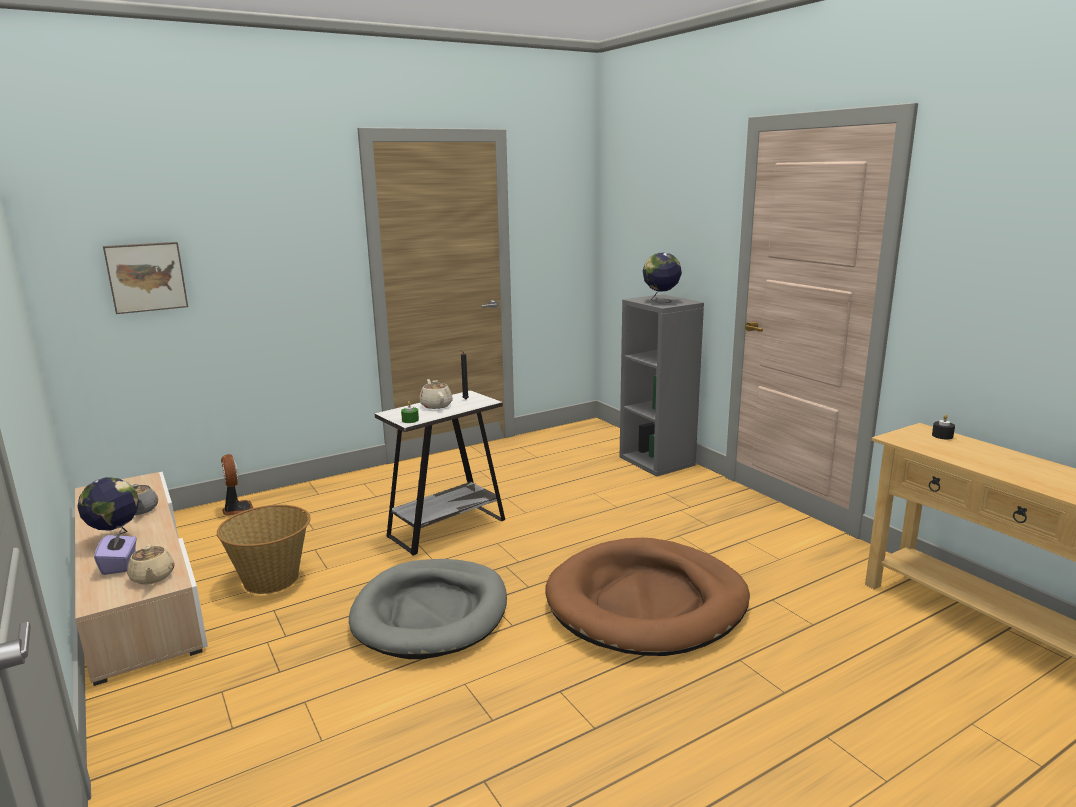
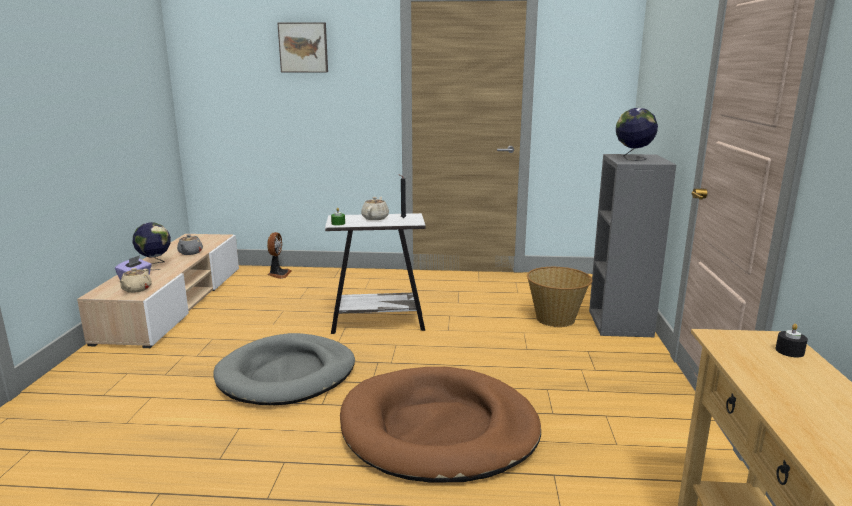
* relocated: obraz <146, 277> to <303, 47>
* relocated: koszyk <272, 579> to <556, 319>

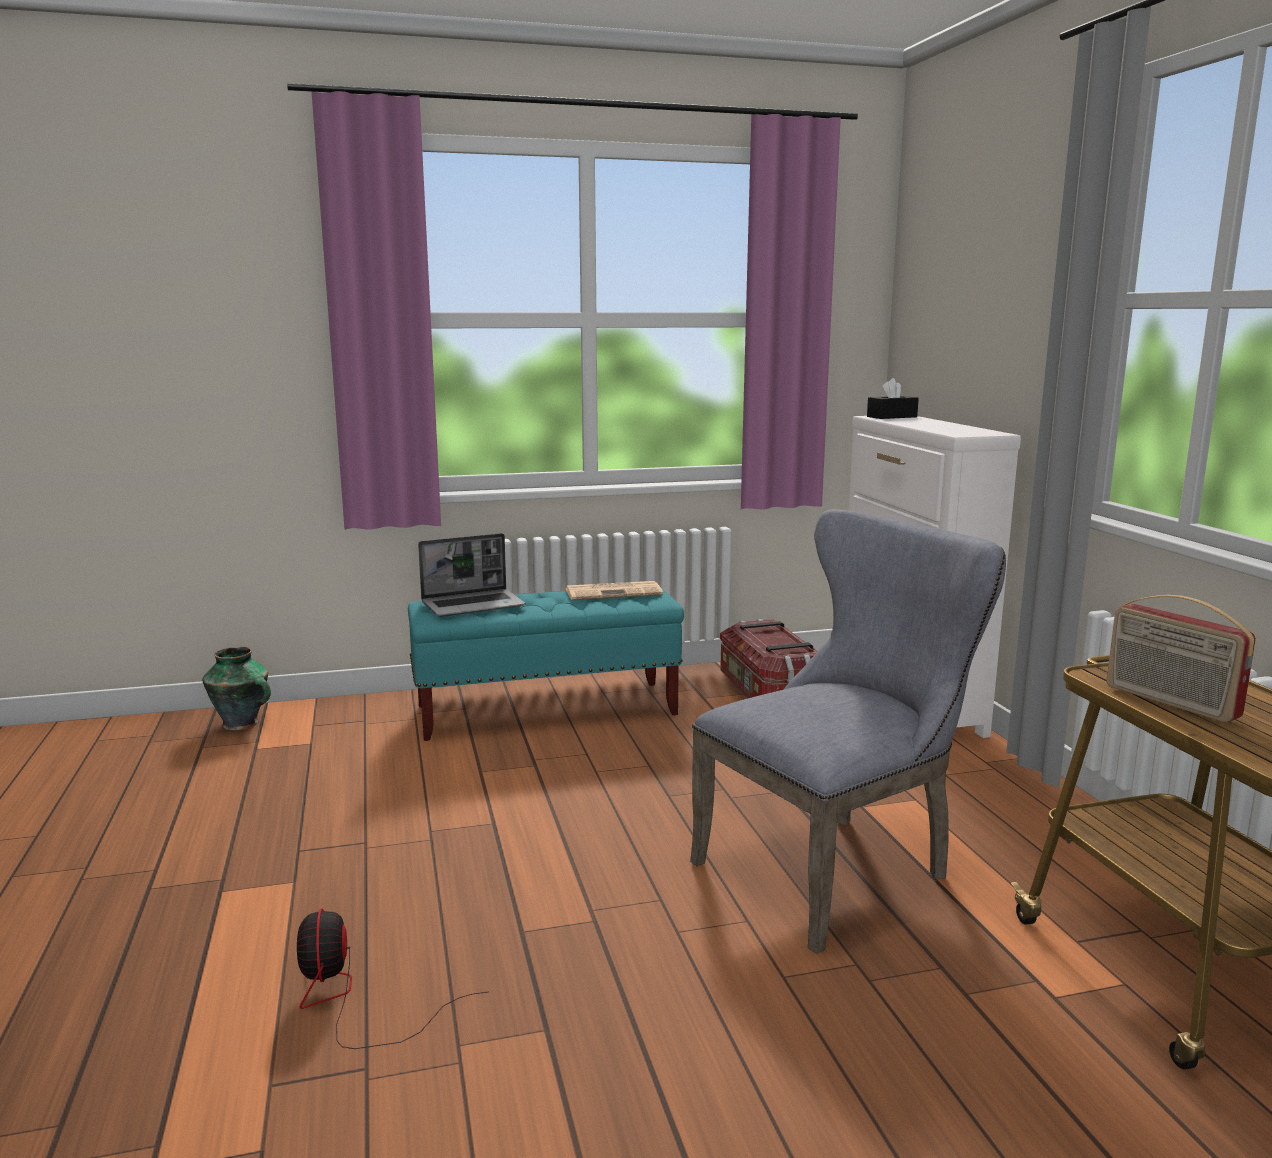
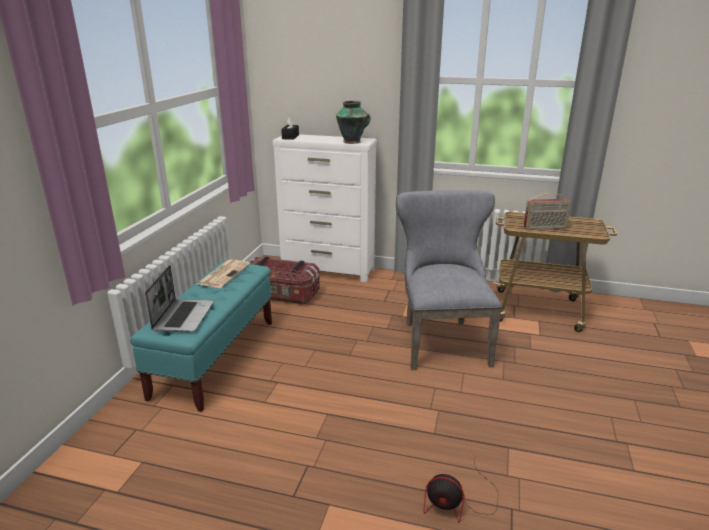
* relocated: wazon <242, 724> to <352, 142>

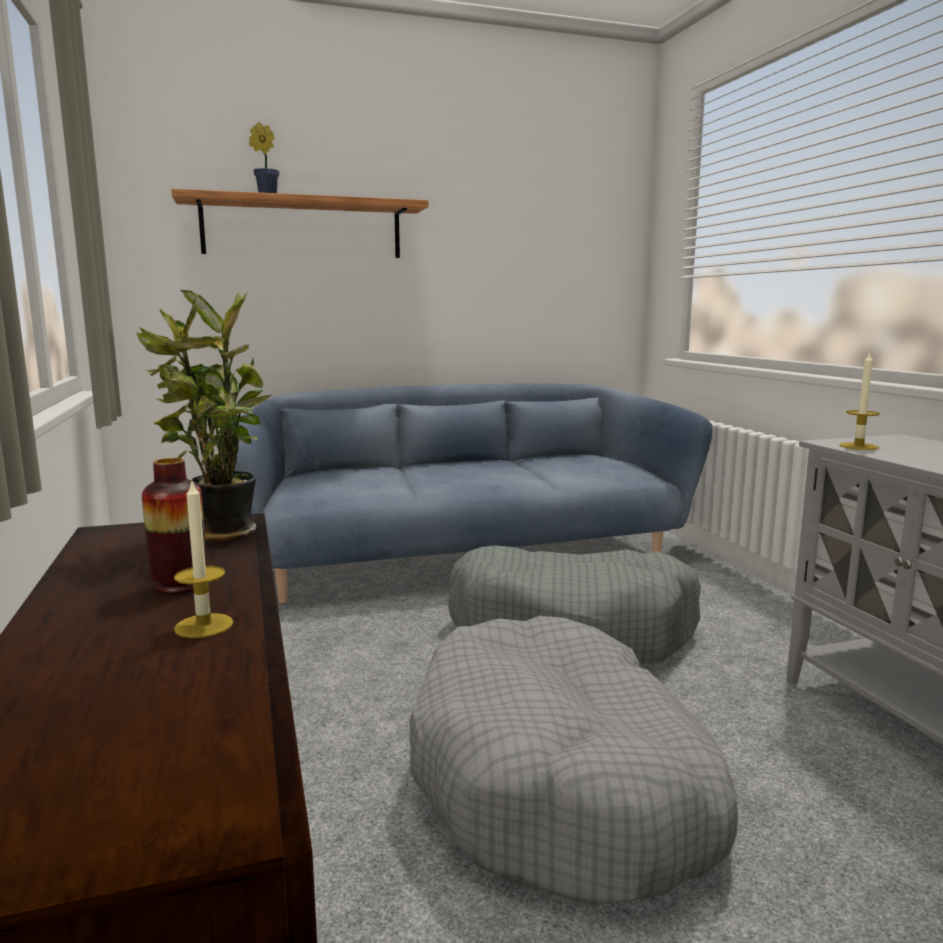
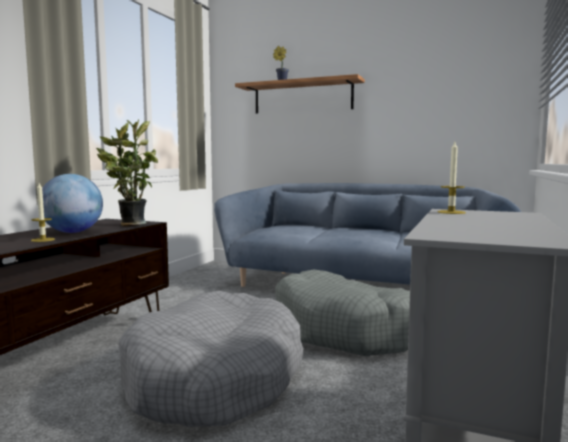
* exchanged: wazon <180, 585> to globus <73, 232>

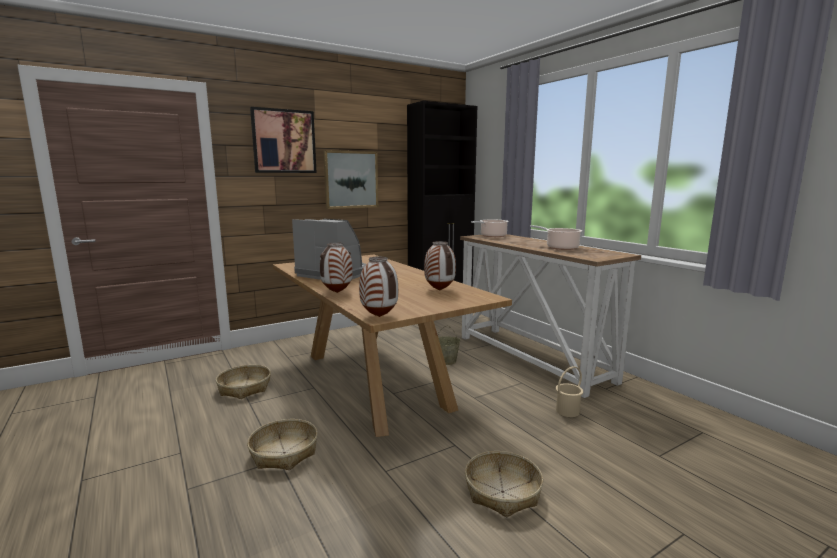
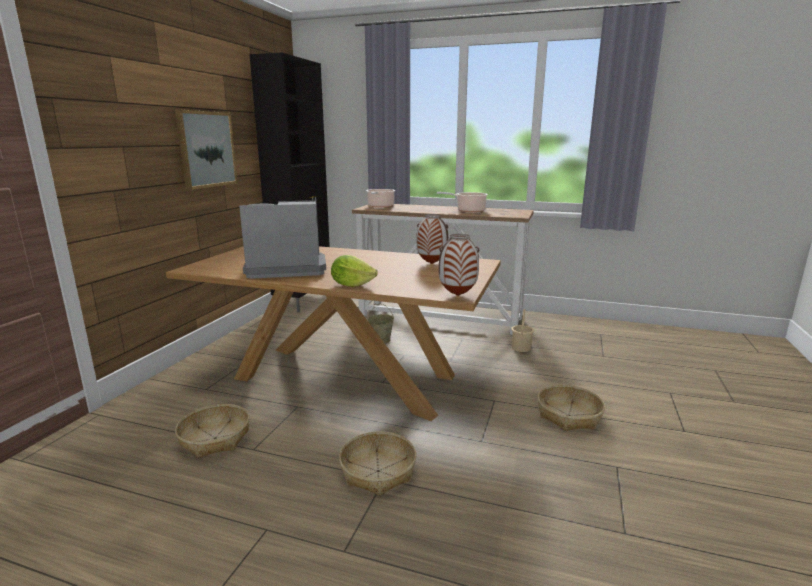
* missing: obraz <284, 141>
* exchanged: wazon <337, 292> to sałata <352, 285>

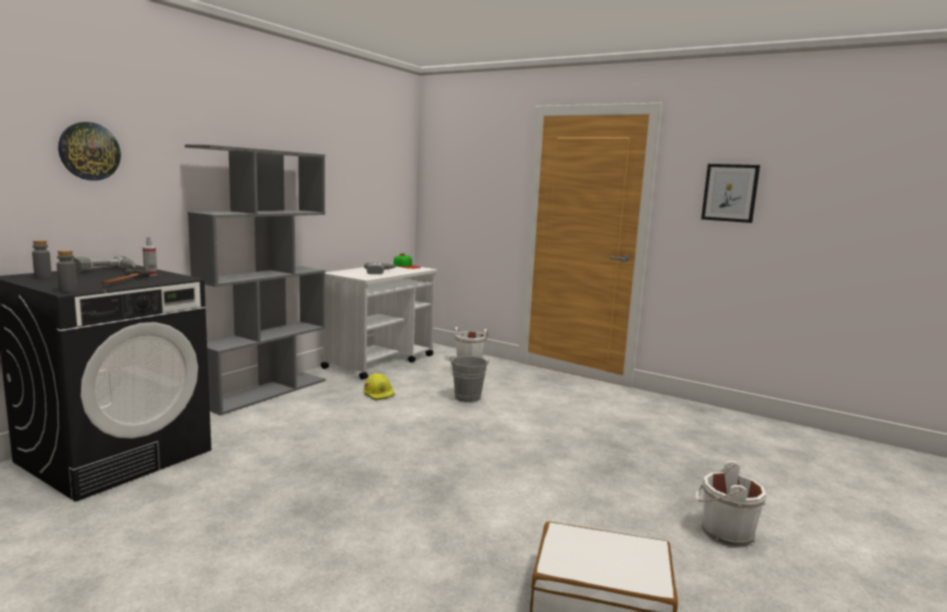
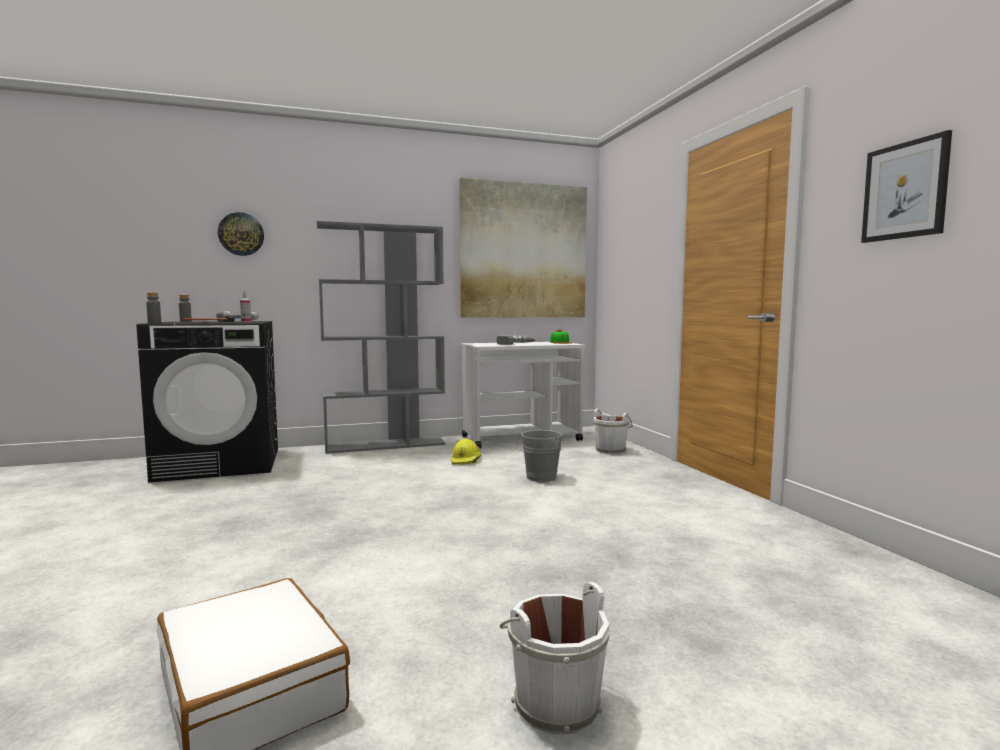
* appeared: obraz <523, 251>

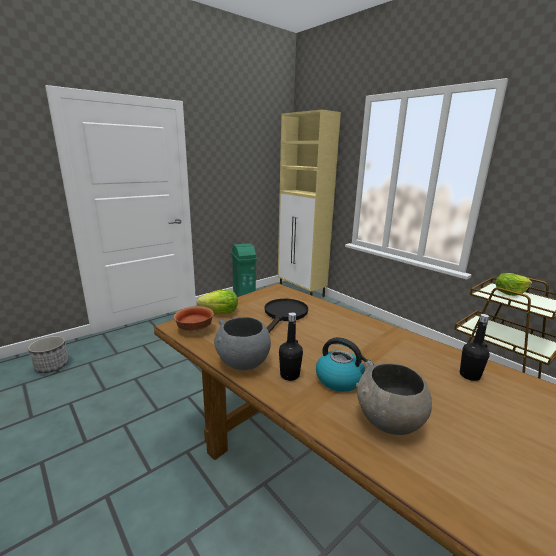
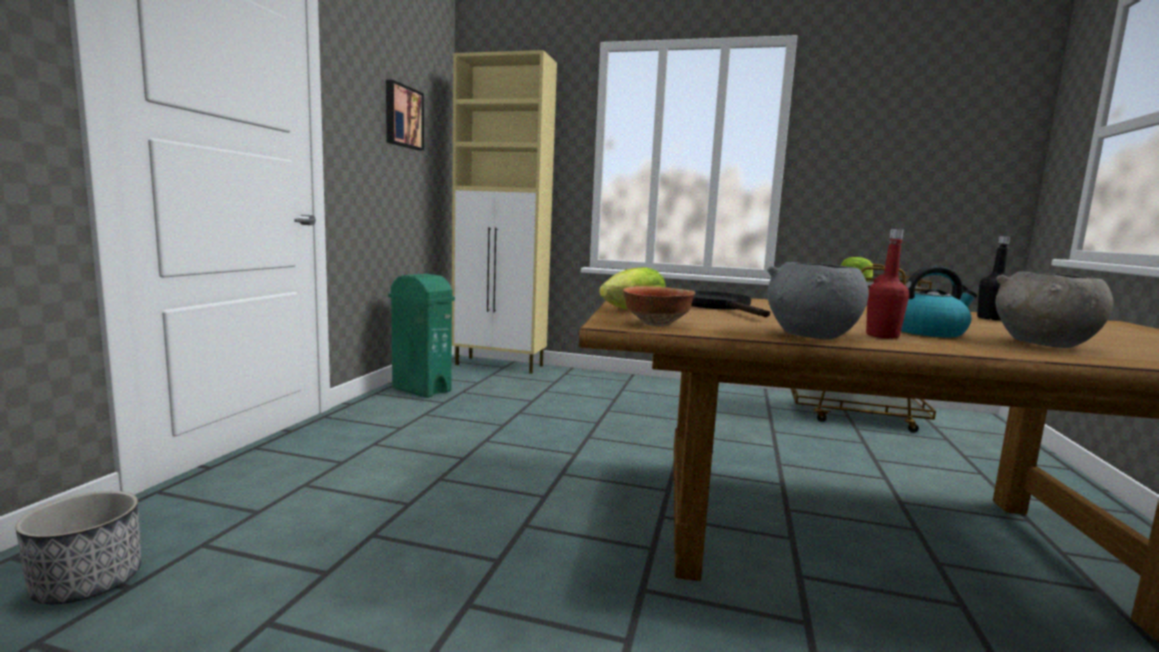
* colour: butelka (czarny) <289, 375> to butelka (czerwony) <882, 336>
* appeared: obraz <402, 117>

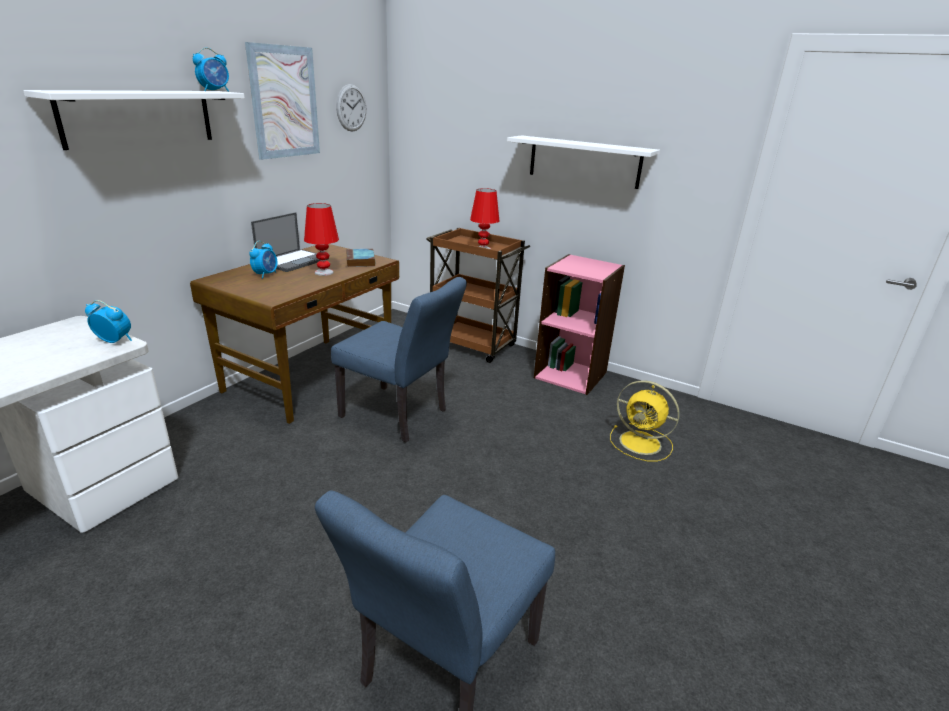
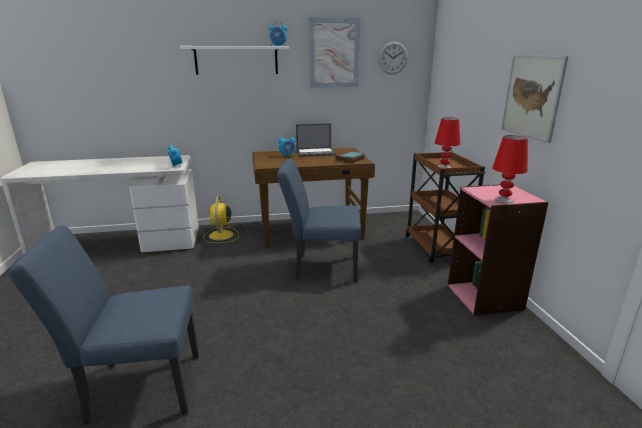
* relocated: lampa stołowa (czerwony) <324, 272> to <504, 200>
* spun: krzesło (niebieski) <400, 416> = <320, 267> 105 degrees clockwise
* exchanged: półka (biały) <584, 162> to obraz <531, 97>
* relocated: wentylator (żółty) <642, 443> to <221, 236>

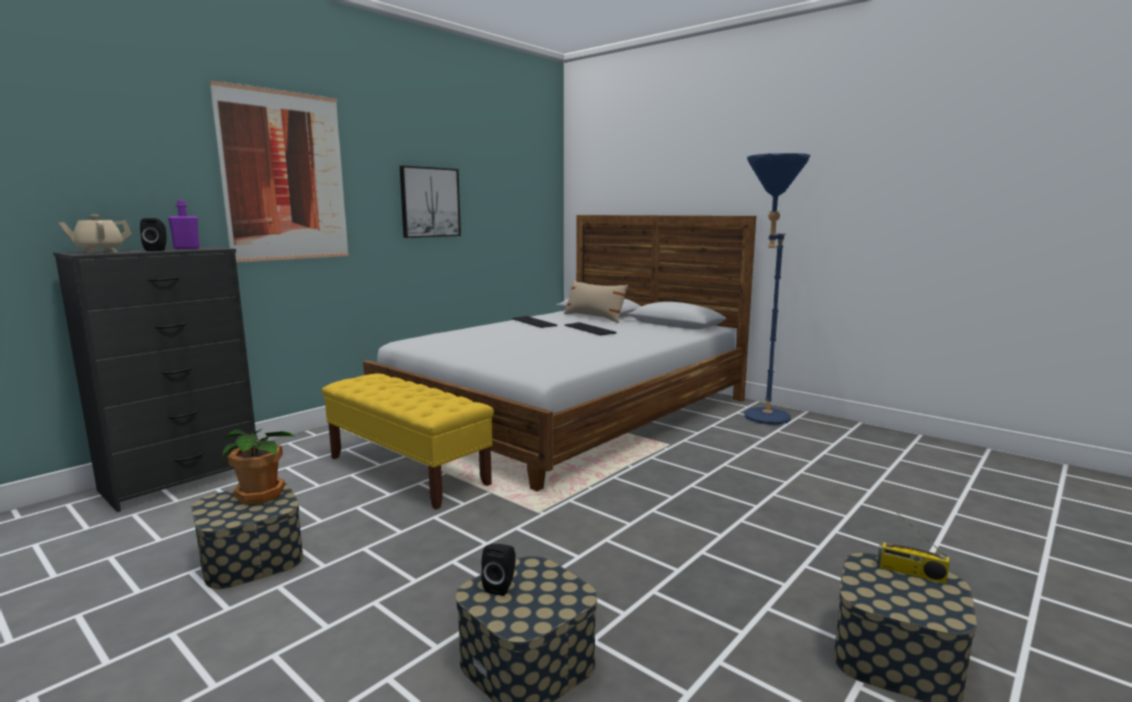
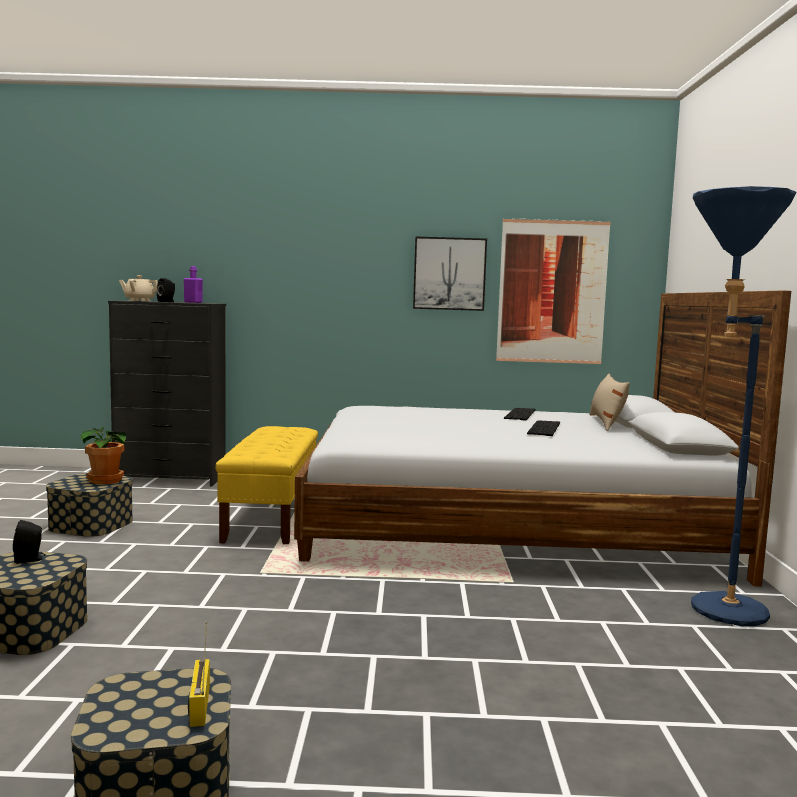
* relocated: obraz <285, 176> to <552, 291>

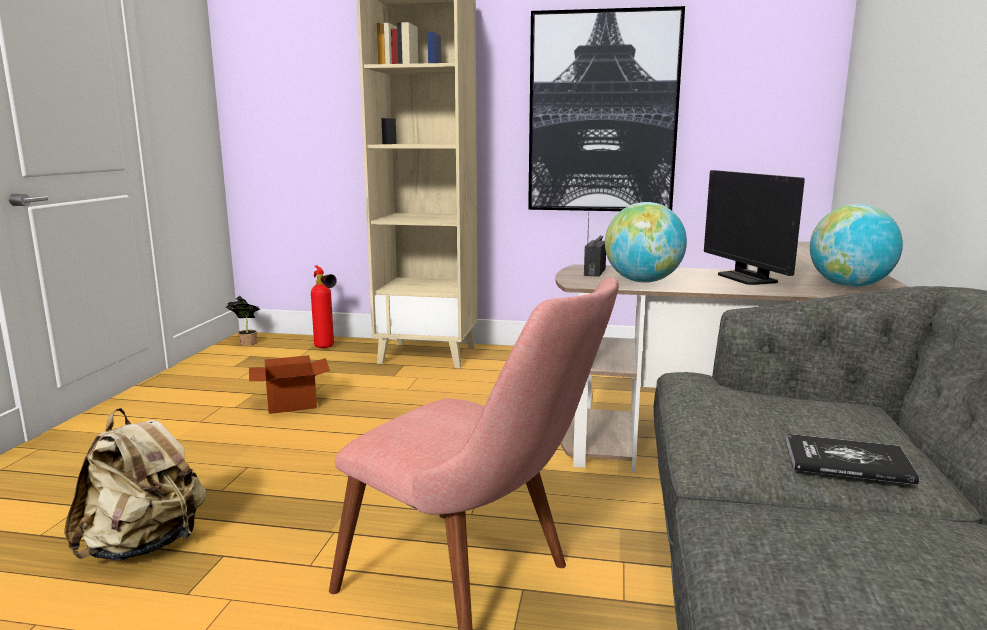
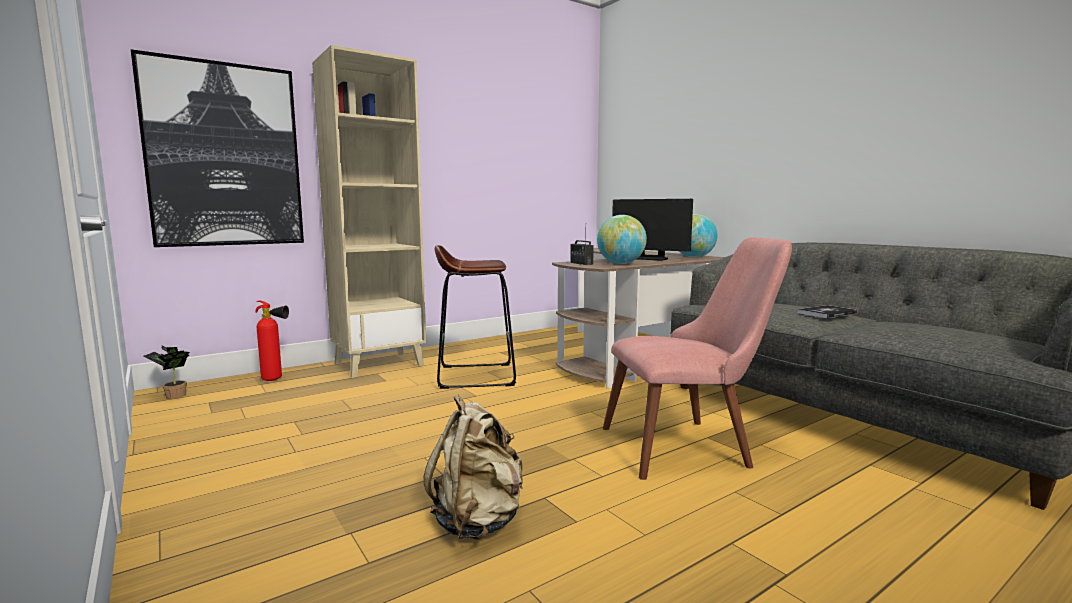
* missing: karton <292, 402>
* relocated: obraz <602, 113> to <225, 155>
* appeared: stołek (brązowy) <476, 376>

